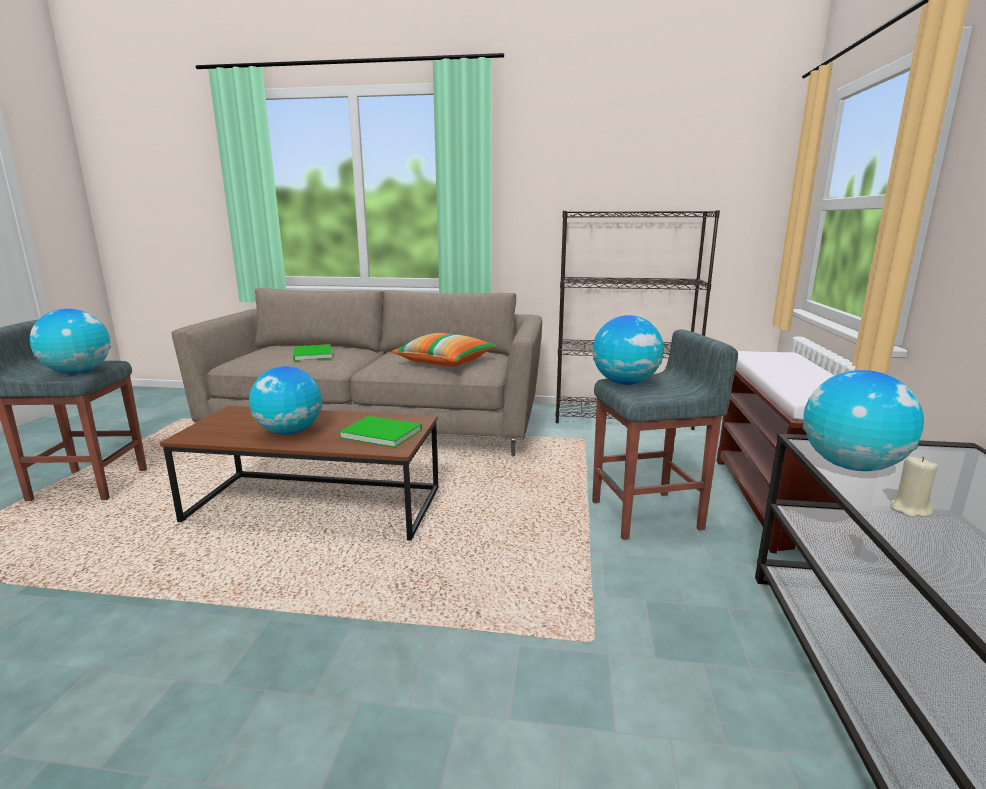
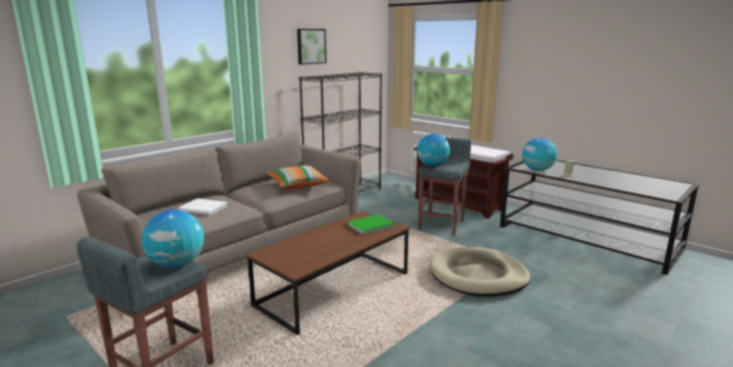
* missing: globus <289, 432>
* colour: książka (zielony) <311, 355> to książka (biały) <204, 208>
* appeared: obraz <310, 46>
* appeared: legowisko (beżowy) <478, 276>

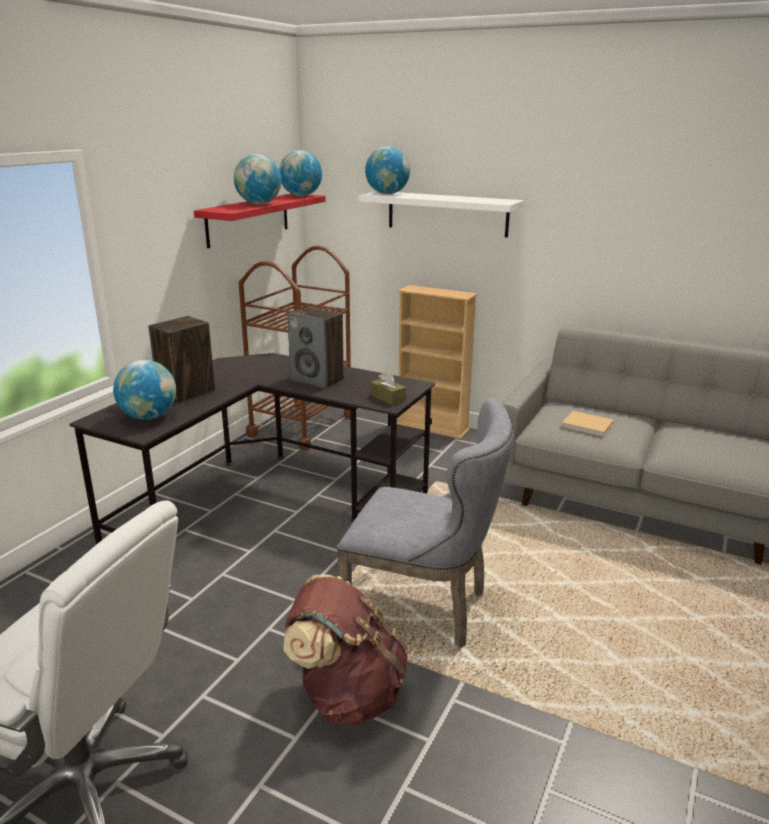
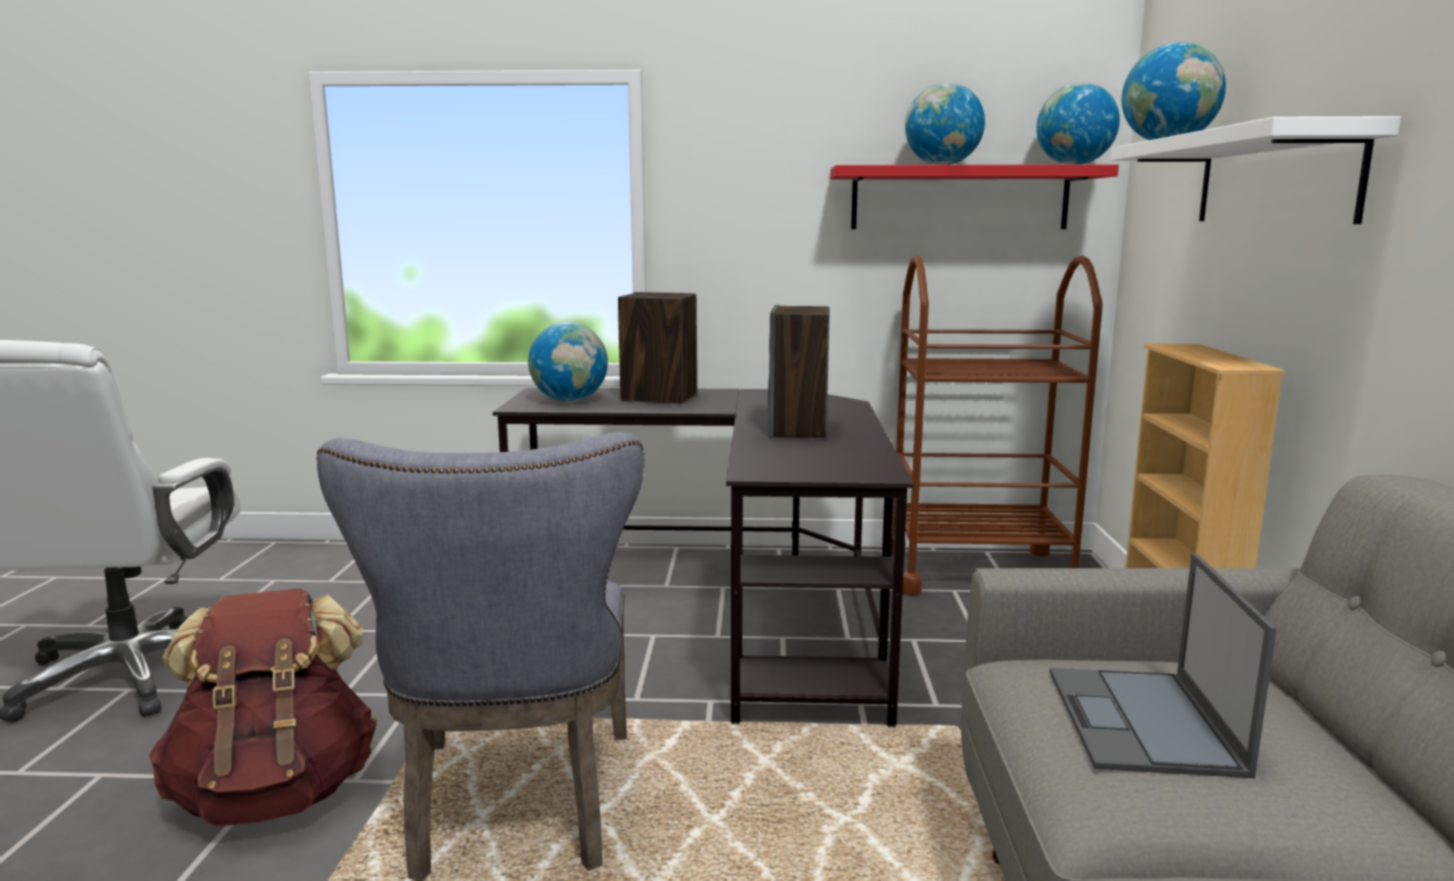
* missing: pudełko chusteczek (brązowy) <388, 398>
* exchanged: książka (beżowy) <588, 426> to laptop <1144, 722>

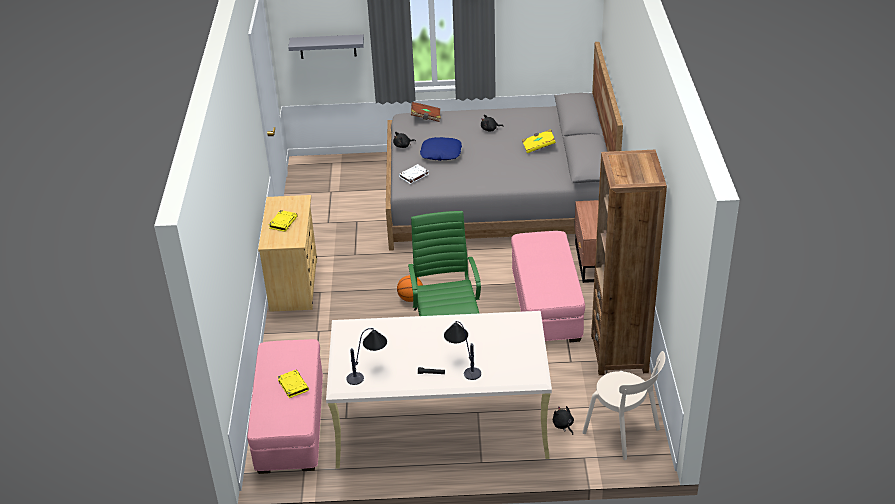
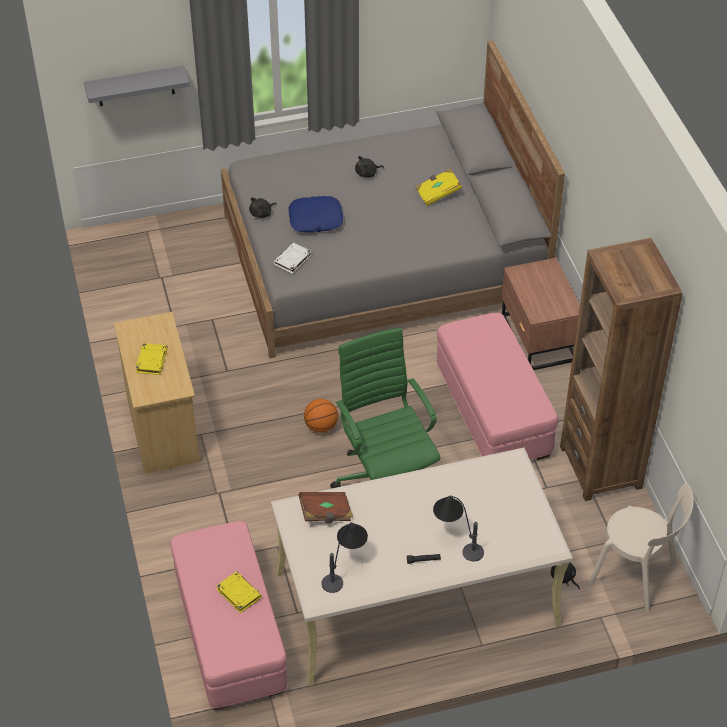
* relocated: książka (brązowy) <426, 117> to <326, 513>

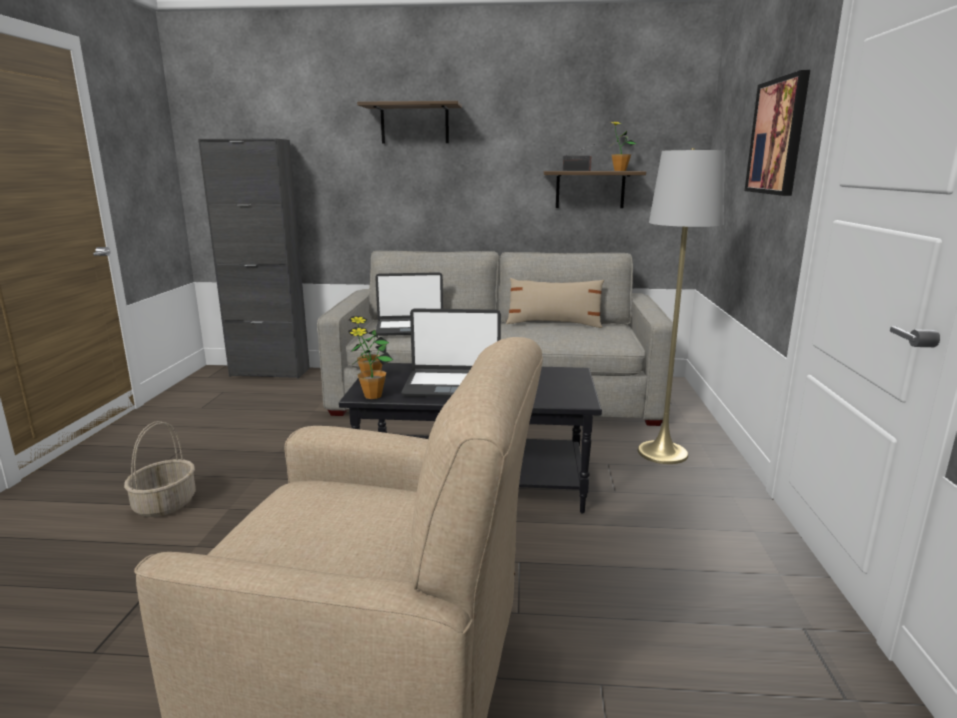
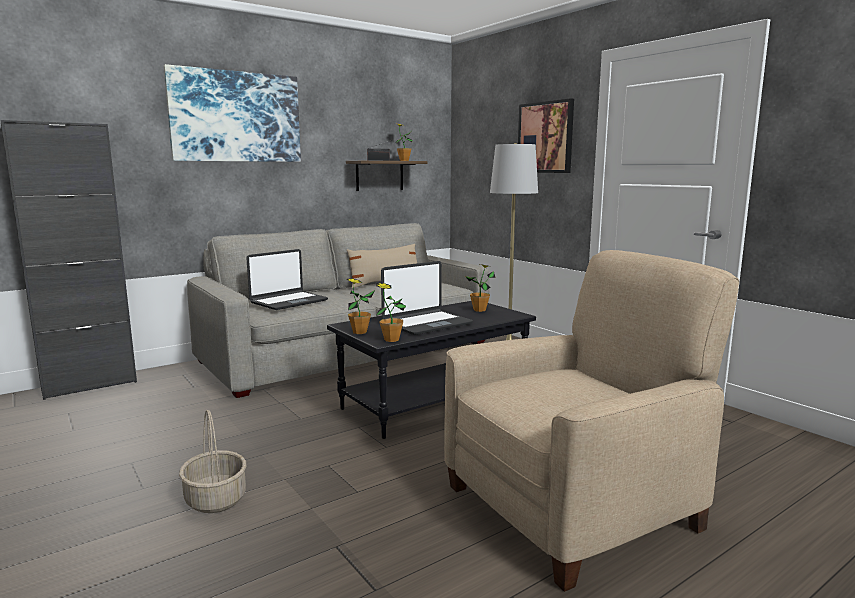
* exchanged: półka <414, 124> to obraz <236, 117>
* appeared: roślina doniczkowa <479, 310>

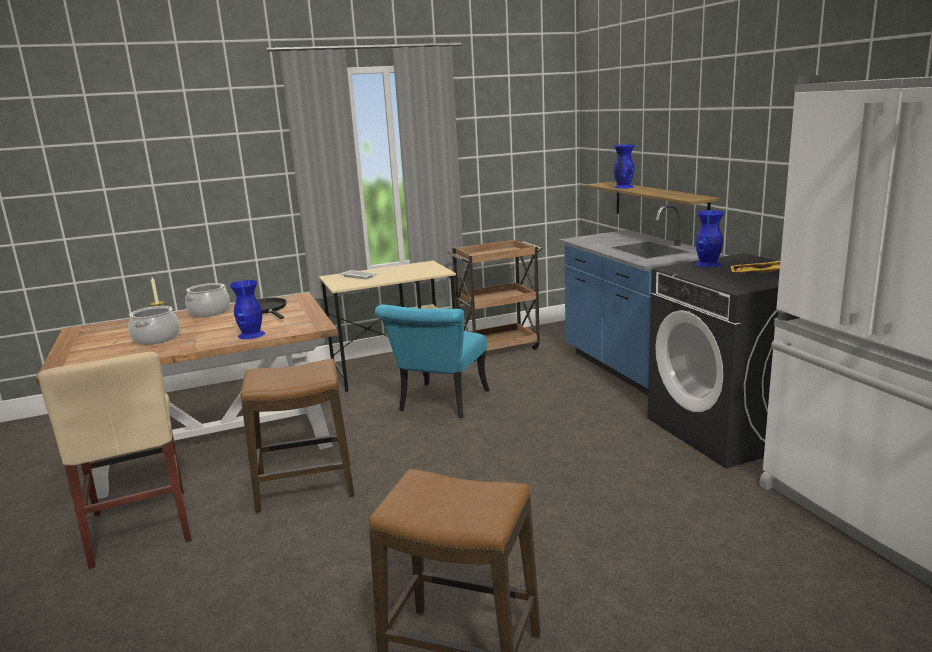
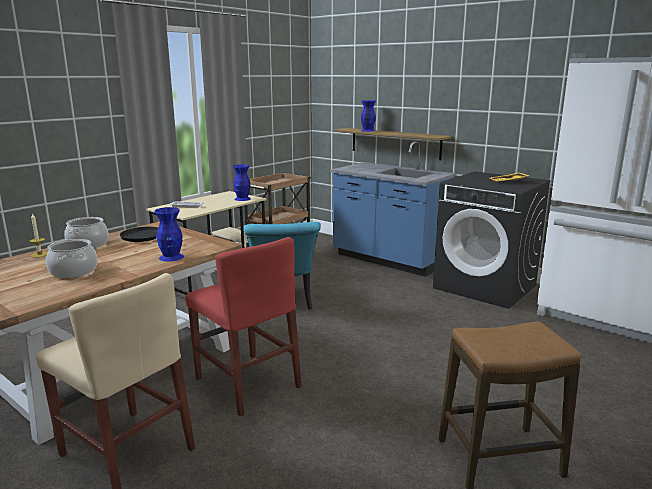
* exchanged: stołek <305, 487> to krzesło (czerwony) <247, 382>
* relocated: wazon (niebieski) <708, 264> to <242, 199>

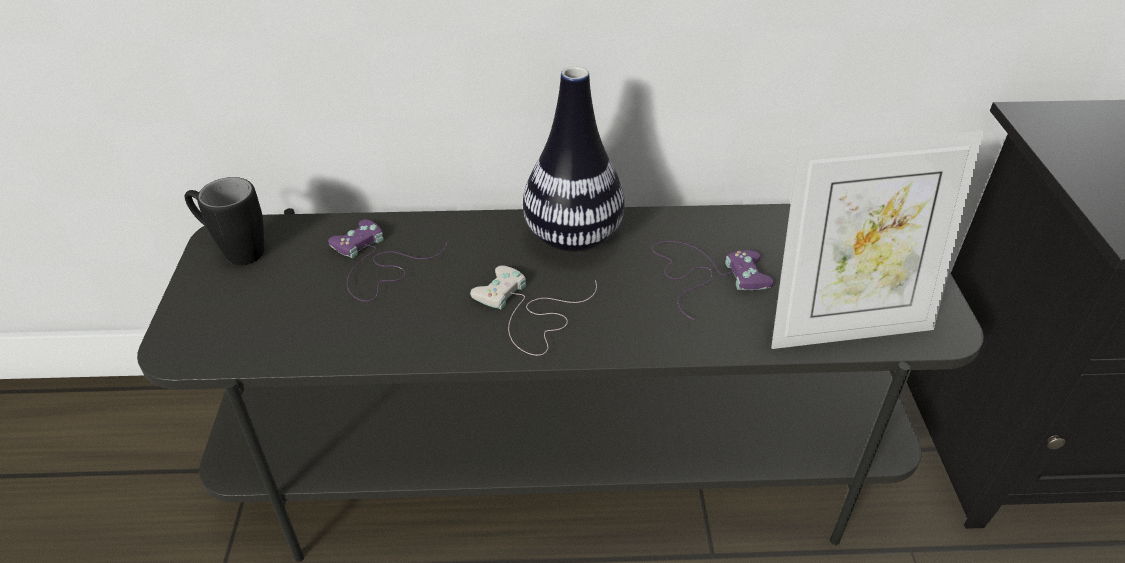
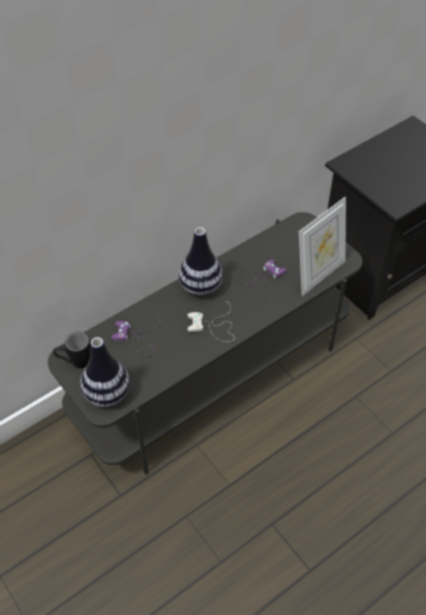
* appeared: wazon <107, 393>

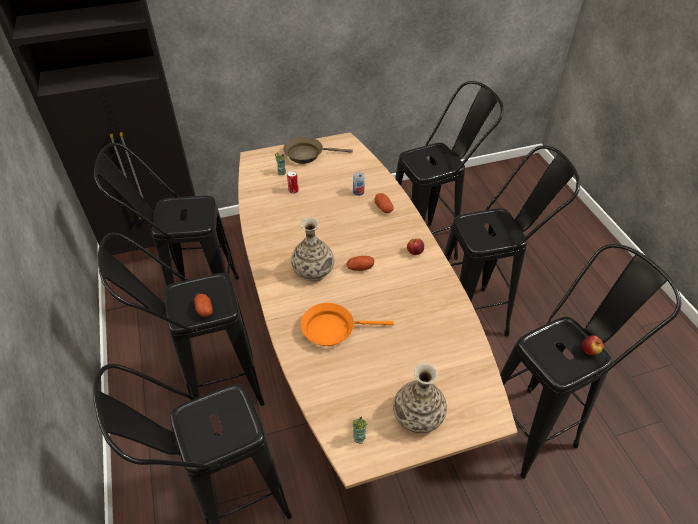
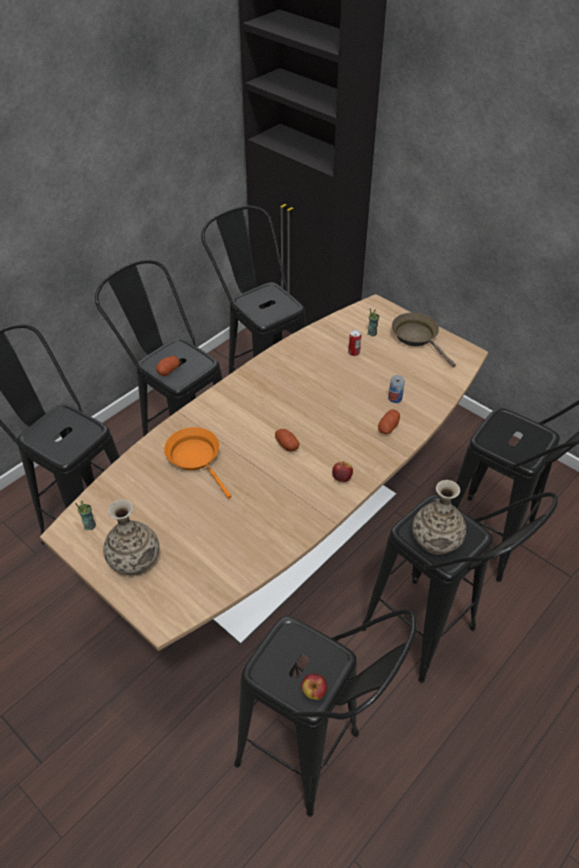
* relocated: wazon <313, 270> to <436, 539>

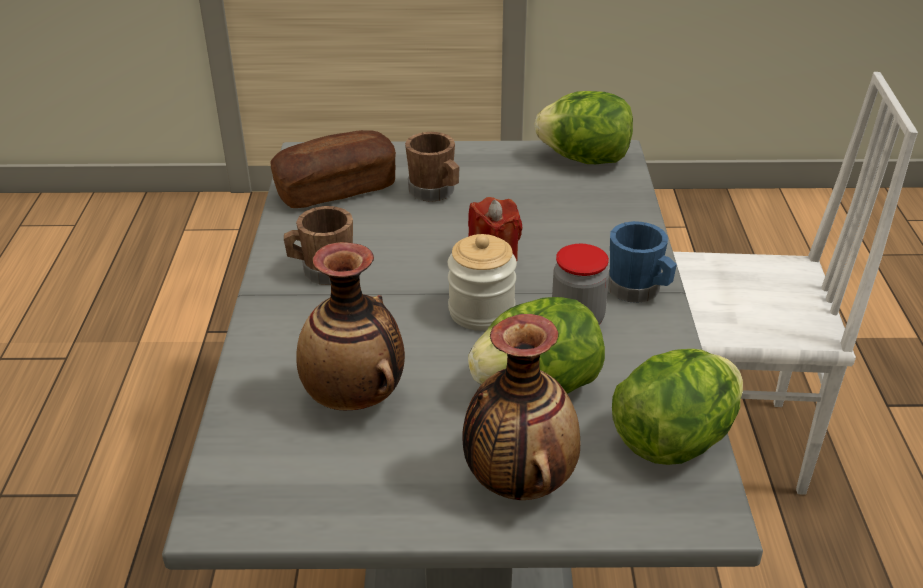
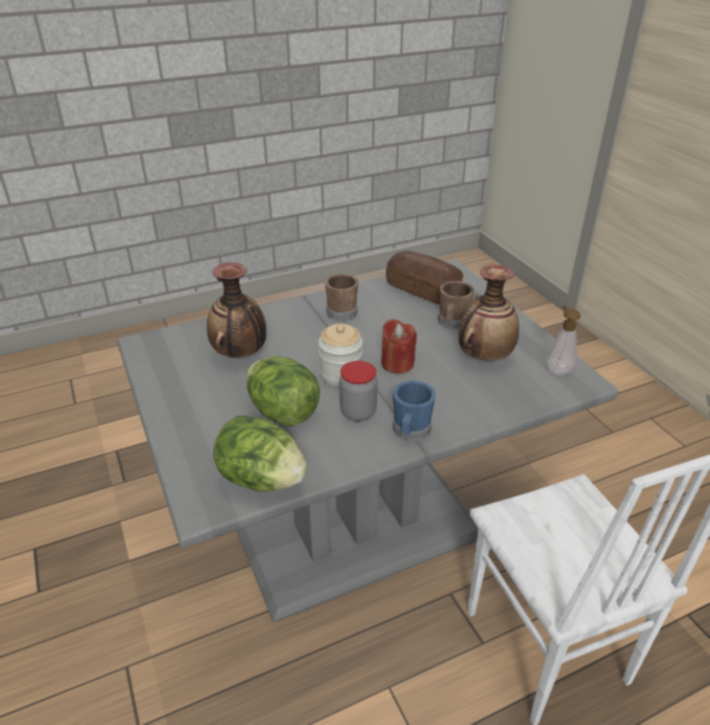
* relocated: wazon <518, 480> to <484, 356>
* exchanged: sałata <585, 159> to dozownik mydła <557, 370>

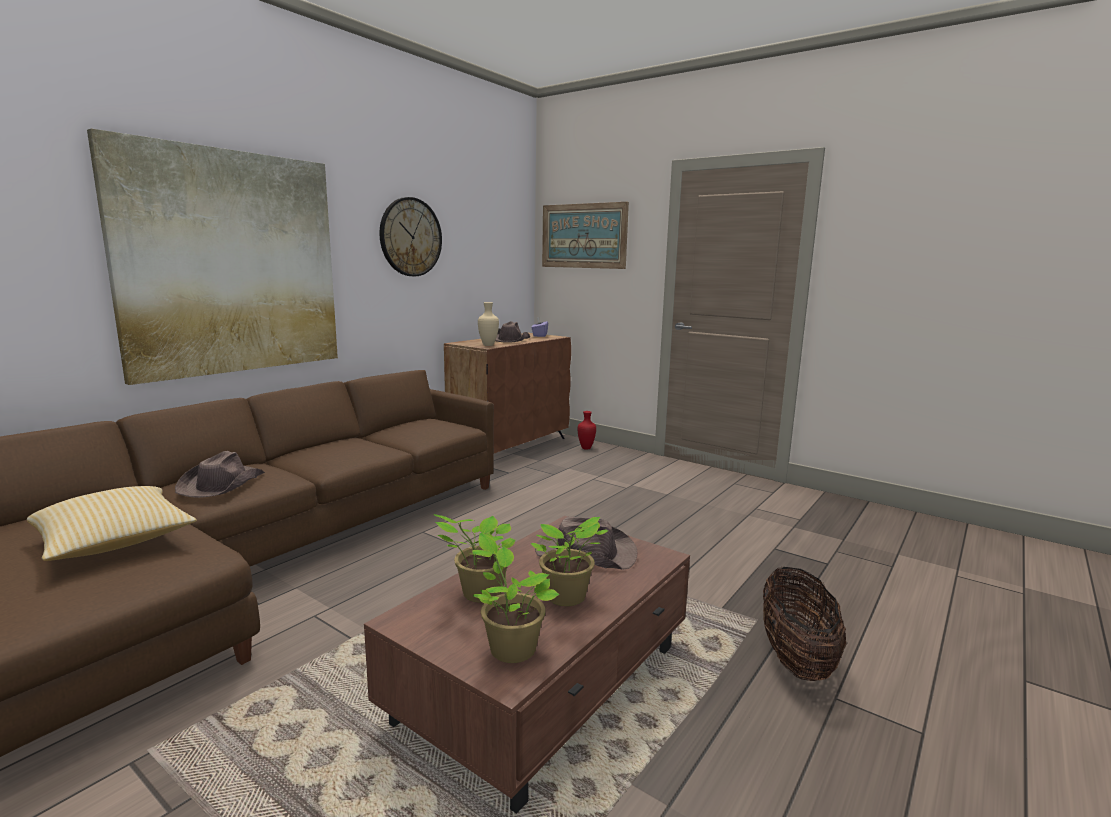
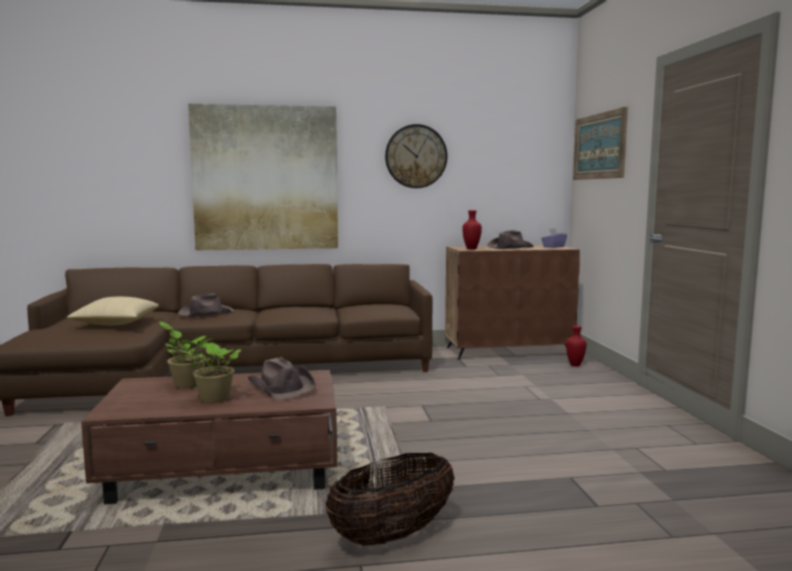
* missing: roślina doniczkowa <510, 648>
* colour: wazon (beżowy) <487, 345> to wazon (czerwony) <471, 249>

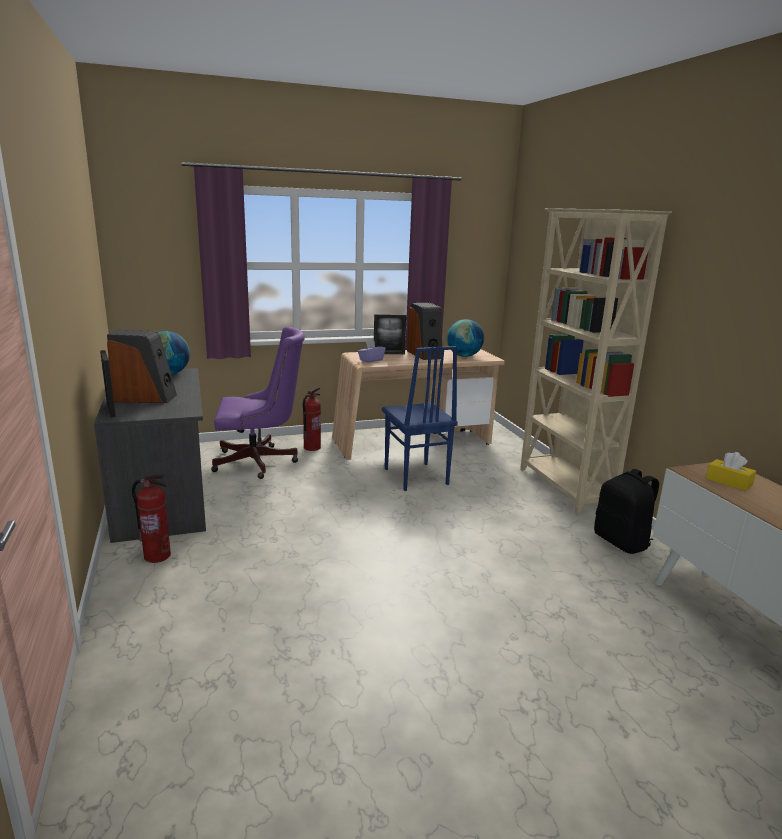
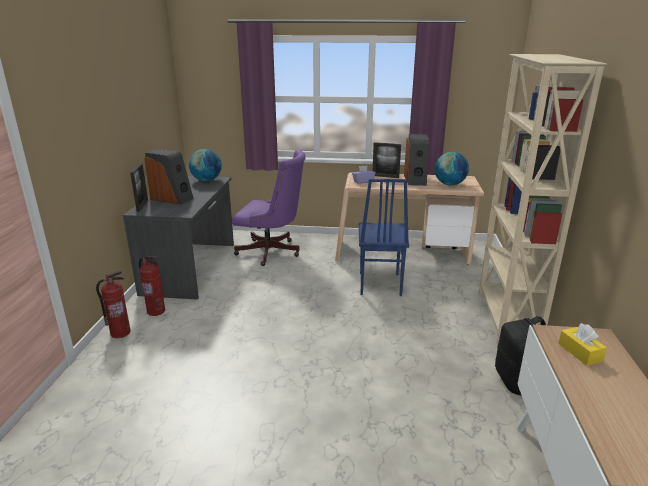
* relocated: gaśnica <312, 447> to <120, 332>

